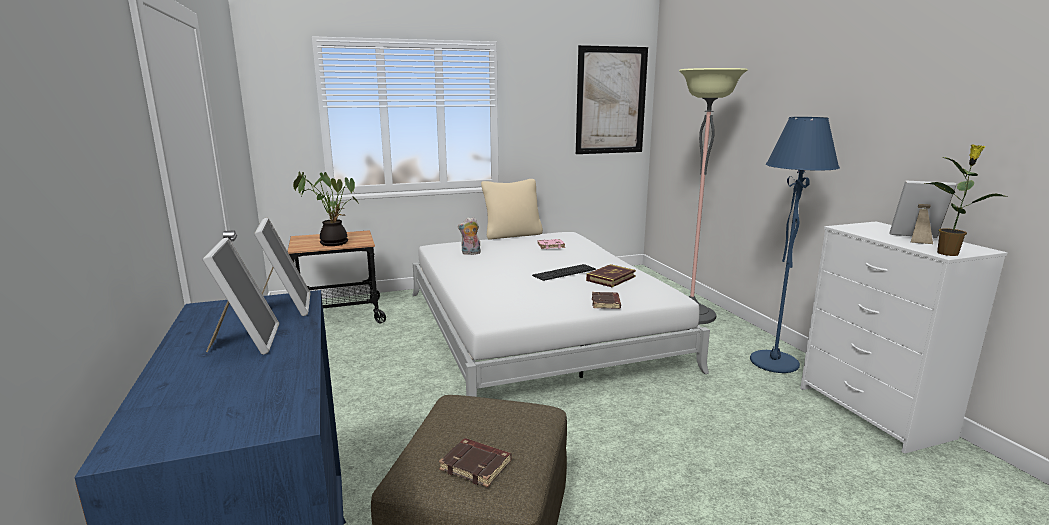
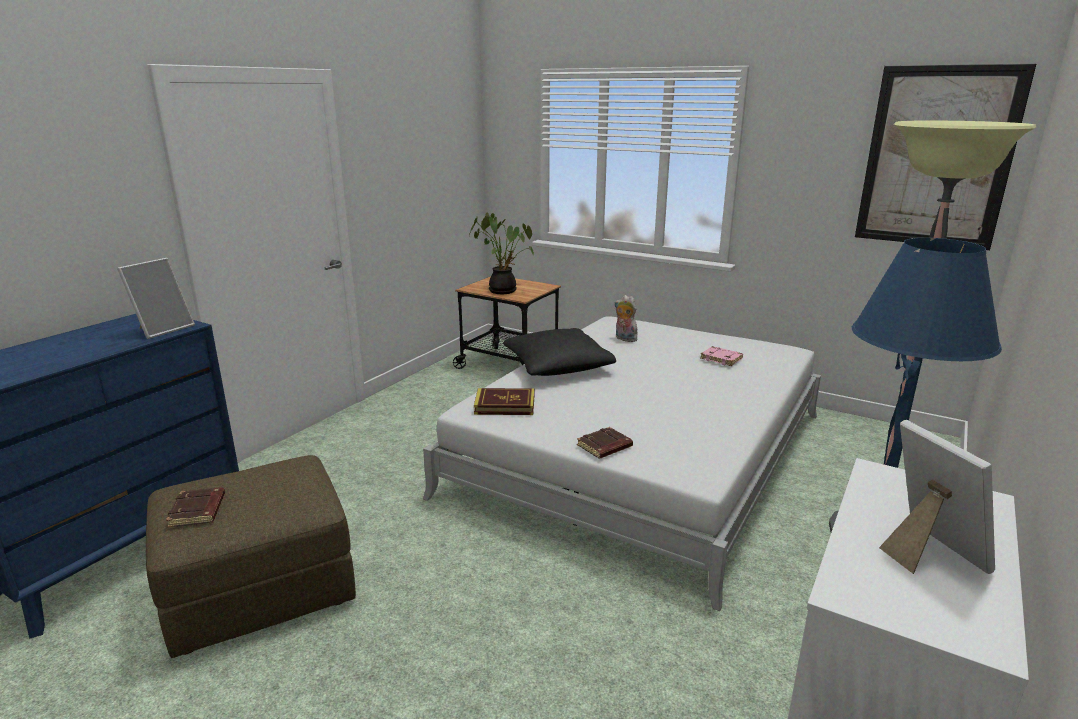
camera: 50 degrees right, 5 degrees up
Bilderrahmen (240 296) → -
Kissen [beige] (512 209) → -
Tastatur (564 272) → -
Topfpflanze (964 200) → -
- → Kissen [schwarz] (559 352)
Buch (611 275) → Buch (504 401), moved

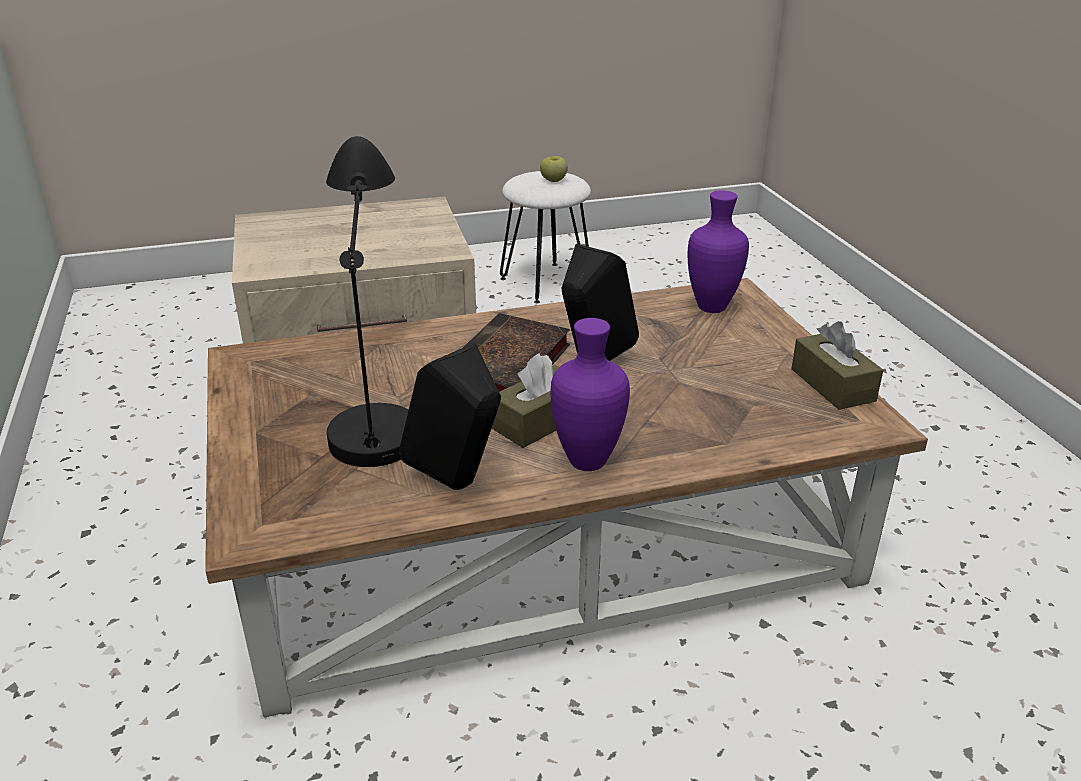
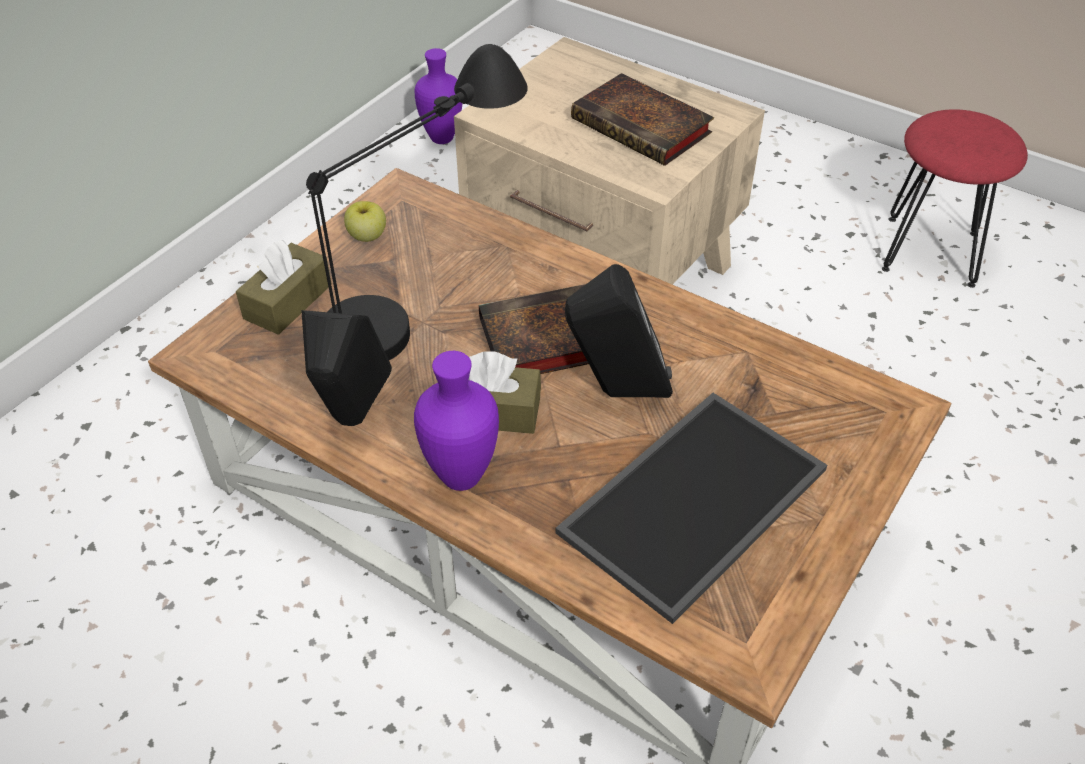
camera: 50 degrees right, 15 degrees up
- → Tablett (691 508)
- → Buch (642 119)
Apfel (554 169) → Apfel (365 221), moved
Vase [lila] (718 251) → Vase [lila] (438 96), moved
Taschentuchbox [braun] (837 365) → Taschentuchbox [braun] (284 287), moved
Hocker [weiß] (545 237) → Hocker [rot] (955 198)

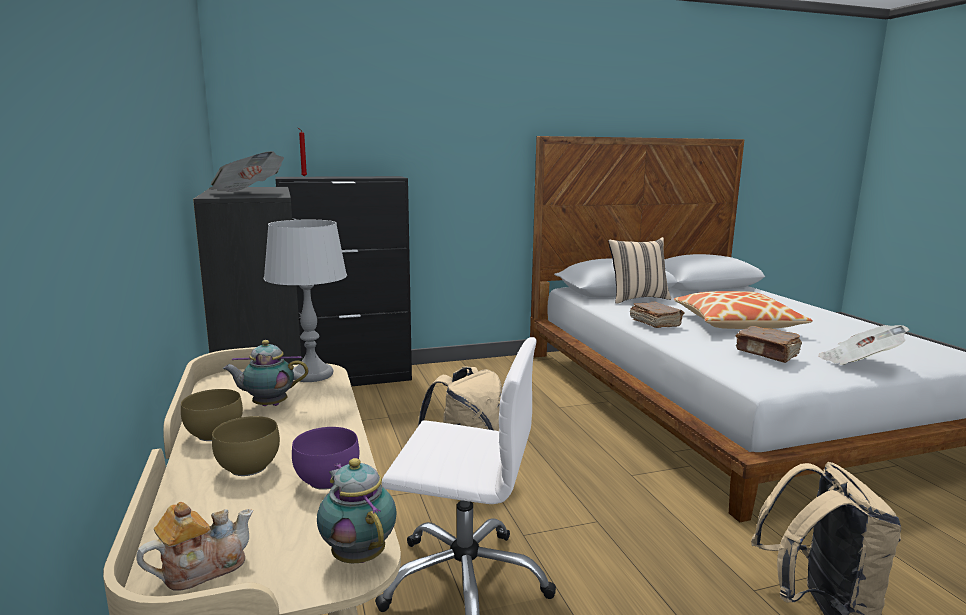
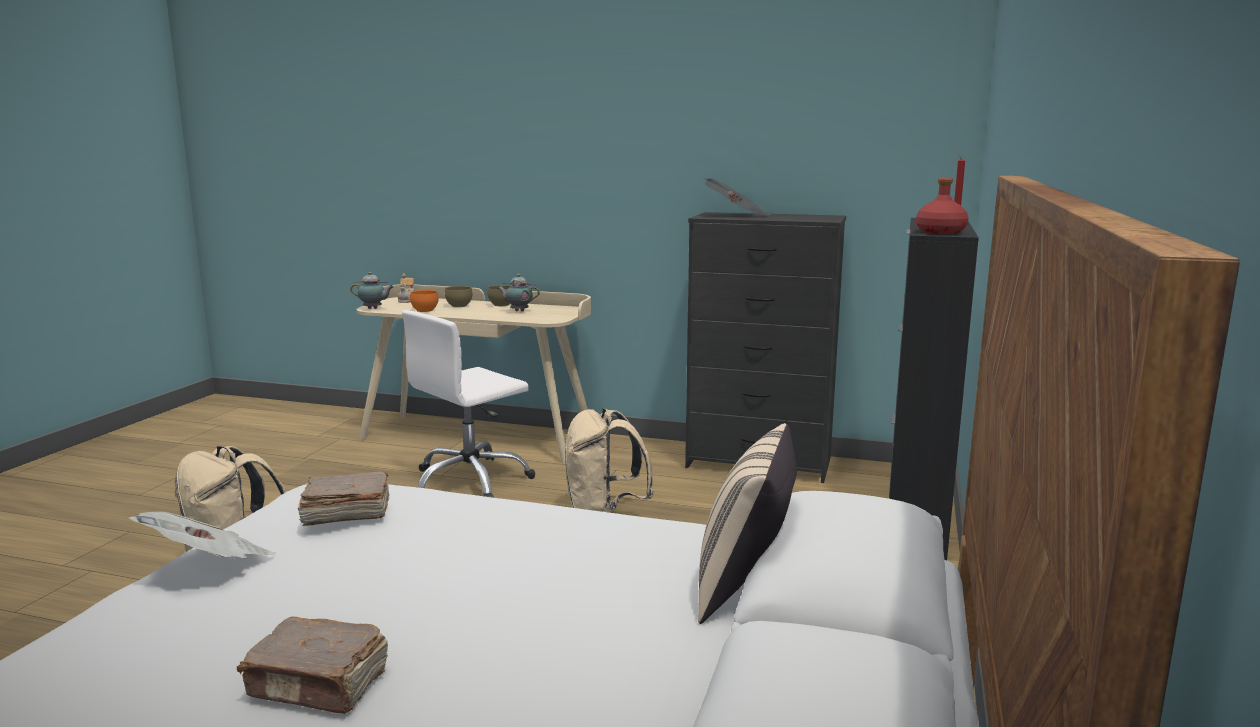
camera: 125 degrees right, 0 degrees up
Tischlampe [grau] (305 301) → -
Kissen (743 310) → -
- → Flasche [rot] (942 206)
Buch [braun] (657 314) → Buch [braun] (312 665), moved
Schüssel [lila] (325 458) → Schüssel [orange] (424 301)
Teekanne (265 373) → Teekanne (518 293), 105 degrees counterclockwise

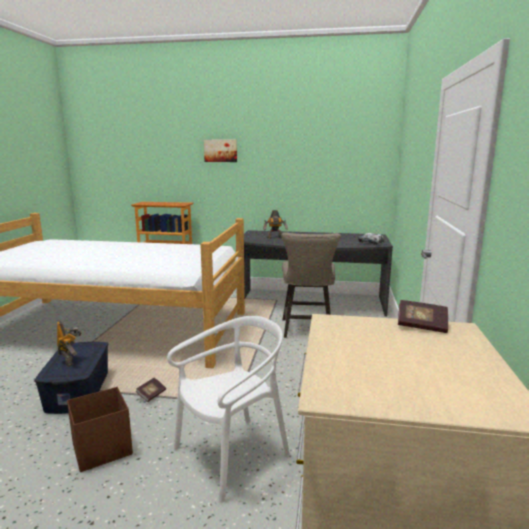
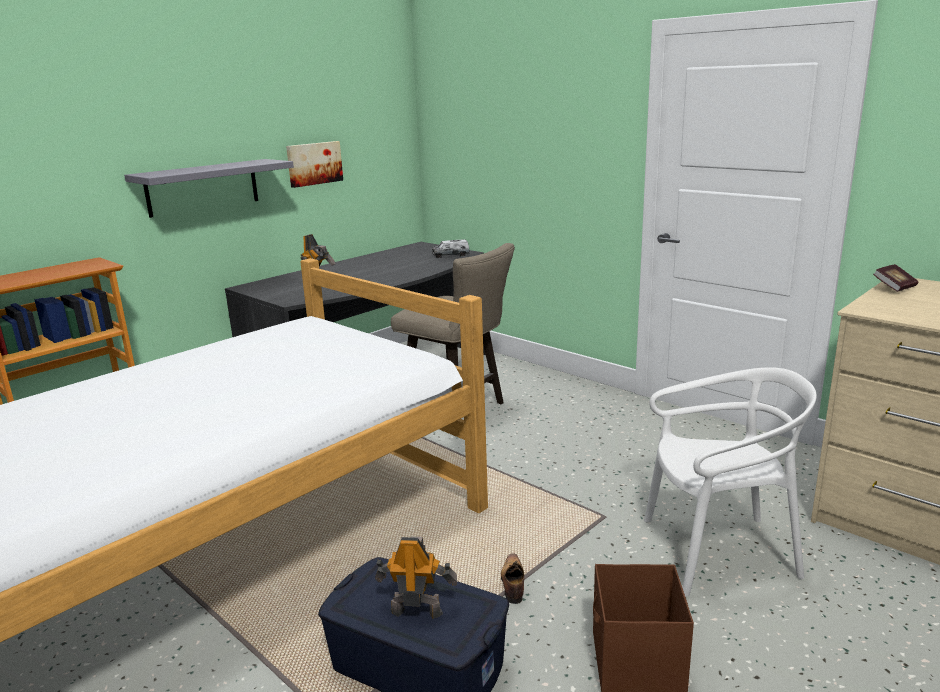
camera: 55 degrees left, 5 degrees up
- → Wandregal [grau] (209 188)
Bild (220 151) → Bild (314 164), moved
Buch (150 390) → Schuh (512 578)
Stuhl [weiß] (228 409) → Stuhl [weiß] (730 482), 90 degrees clockwise

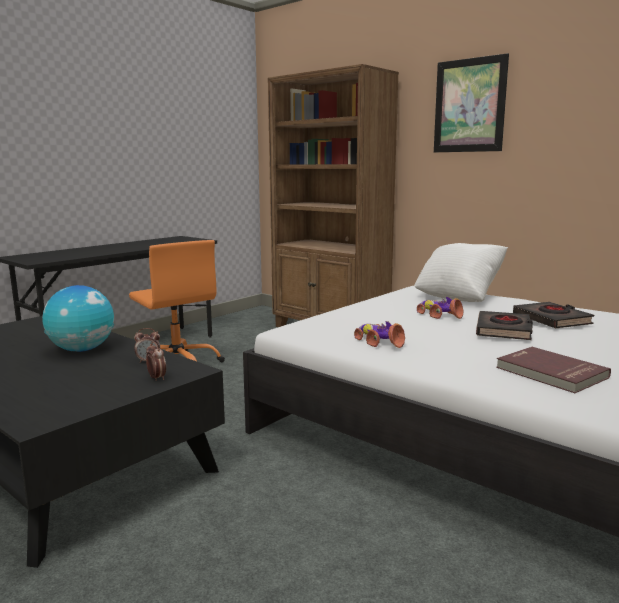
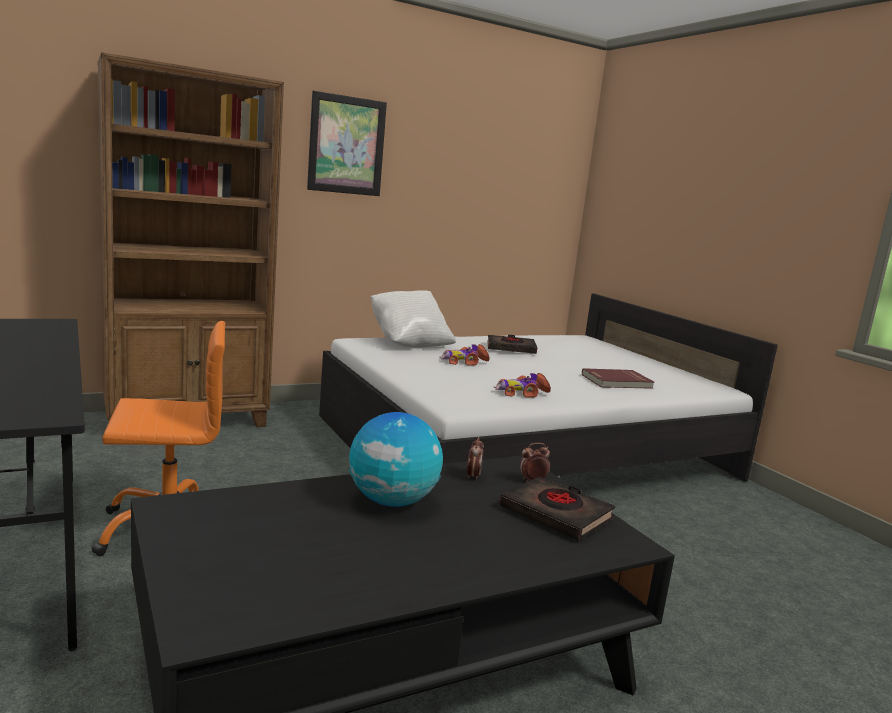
camera: 70 degrees left, 0 degrees up
Buch [schwarz] (504 325) → Buch [schwarz] (557 508), moved

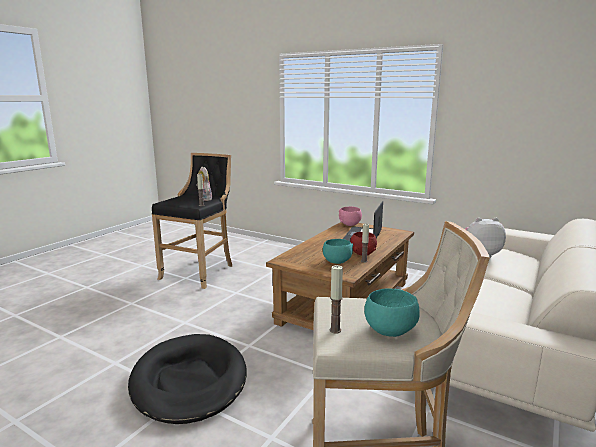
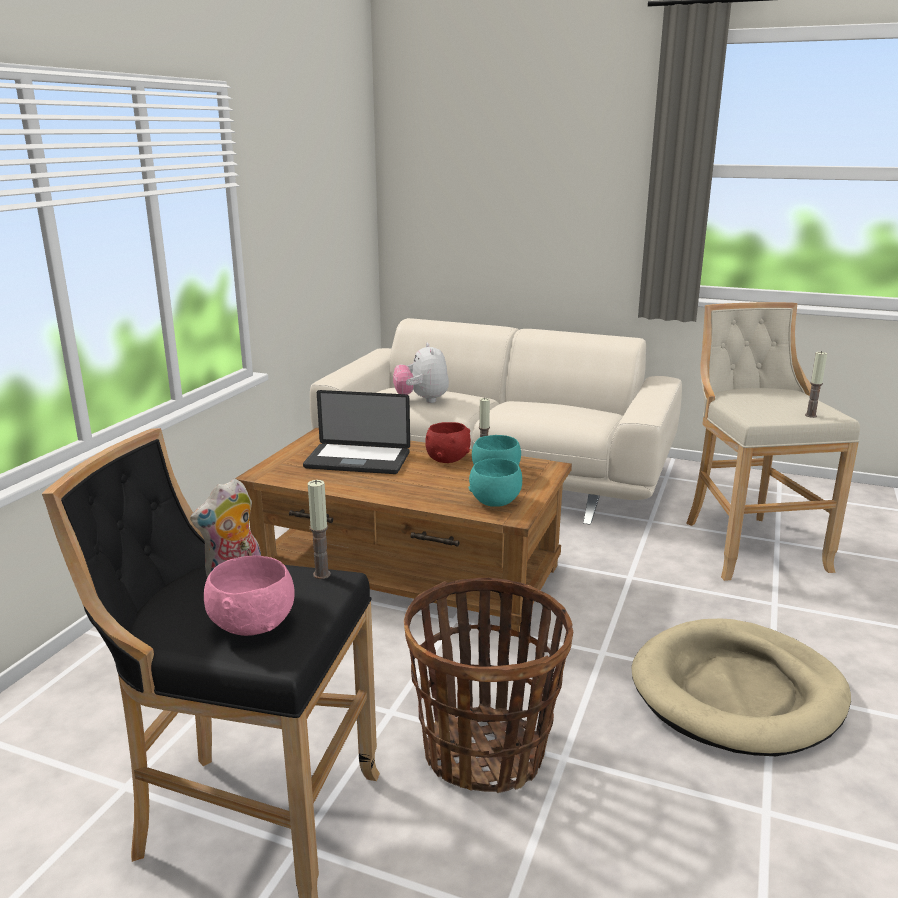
camera: 100 degrees left, 5 degrees up
- → Korb (488 685)
Schüssel [rosa] (350 216) → Schüssel [rosa] (249 596), moved
Schüssel [türkis] (392 312) → Schüssel [türkis] (495 482), moved
Hundebett [schwarz] (187 379) → Hundebett [beige] (741 687)

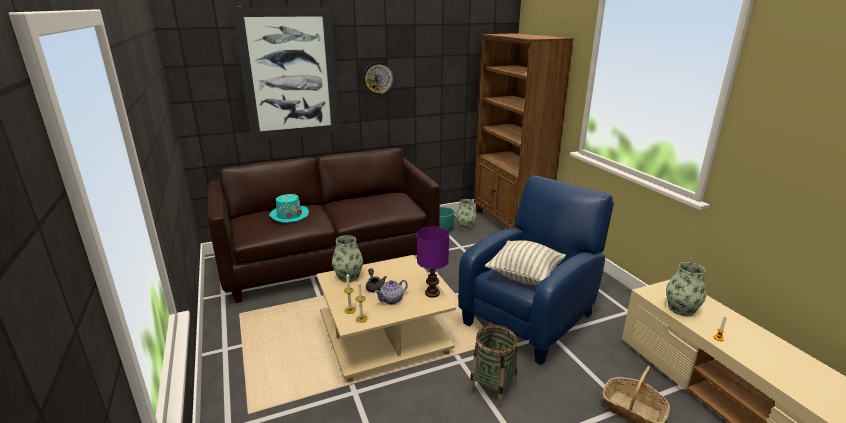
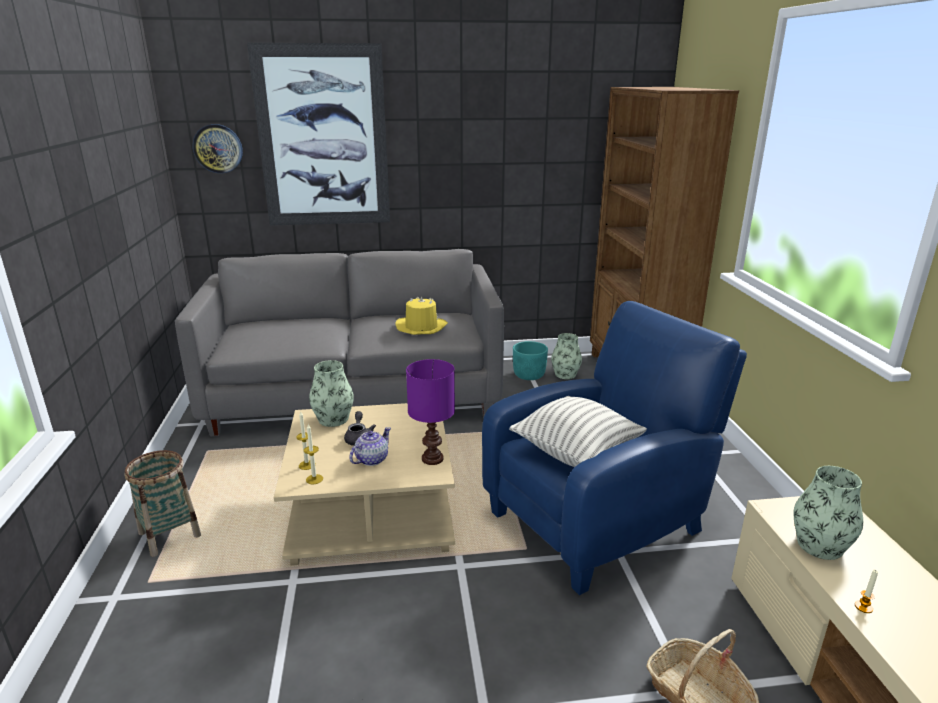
camera: 15 degrees right, 0 degrees up
Hut [türkis] (289 208) → -
- → Hut [gelb] (421 315)
Wanduhr (377 78) → Wanduhr (218 148), moved
Korb (493 366) → Korb (162 503), moved
Sofa [braun] (324 225) → Sofa [grau] (339 343)
Teekanne (391 292) → Teekanne (370 446), 150 degrees clockwise

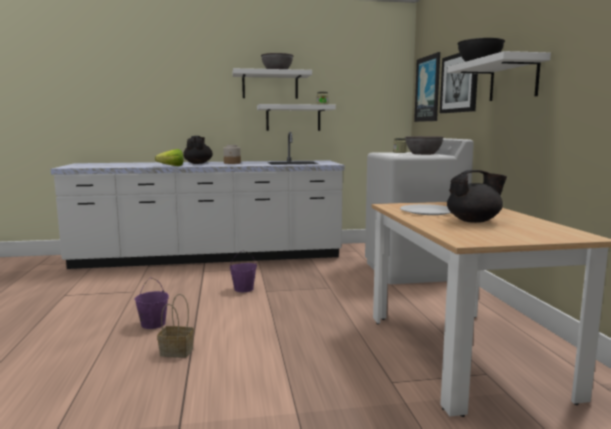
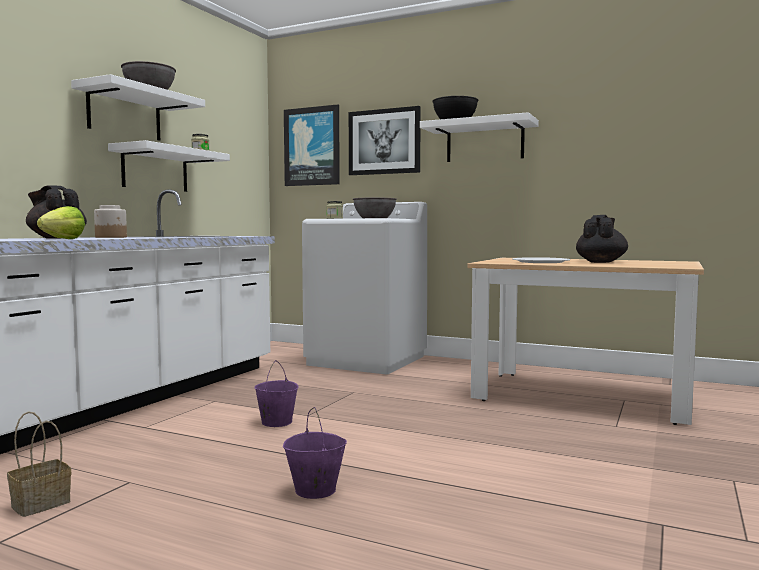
camera: 55 degrees left, 5 degrees down
Korb (175 326) → Korb (39 464), moved

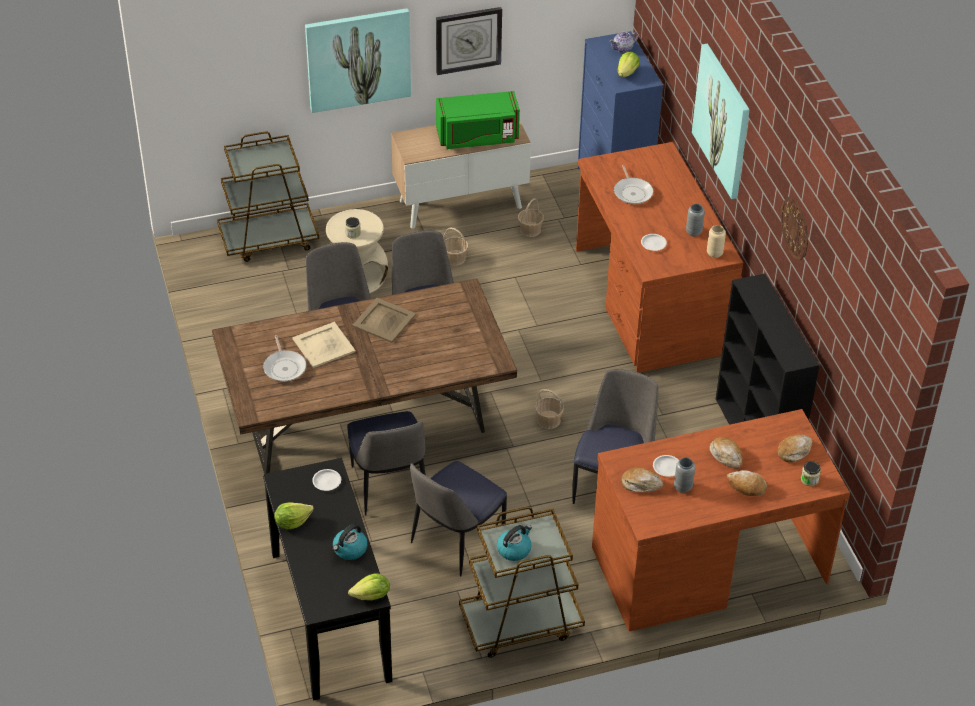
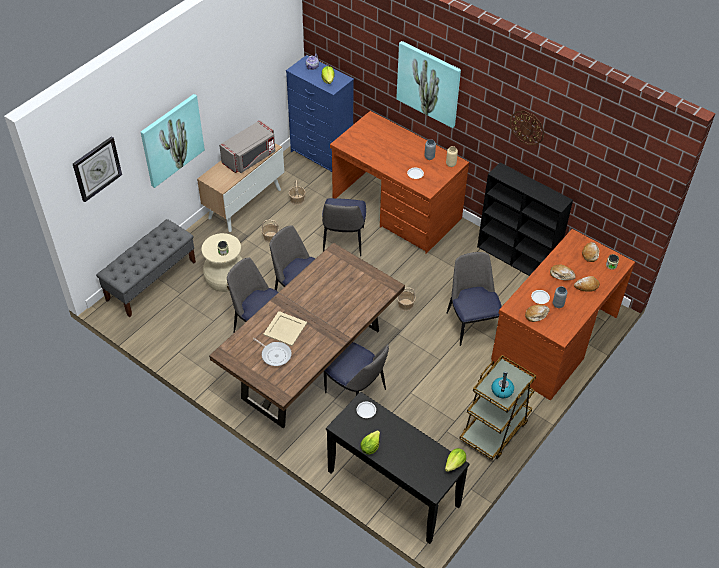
camera: 35 degrees left, 5 degrees up
Wasserkessel (350 542) → -
Tablett [beige] (384 320) → -
Pfanne (633 184) → -
Stuhl (458 519) → Stuhl (344 227), moved
Wanduhr (469 41) → Wanduhr (97 169), moved
Rollwagen [braun] (268 196) → Bank [grau] (146 268)
Mikrowelle [grün] (478 120) → Mikrowelle [grau] (247 146)

